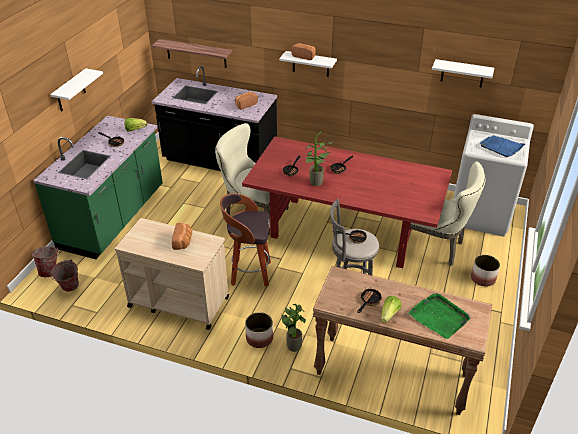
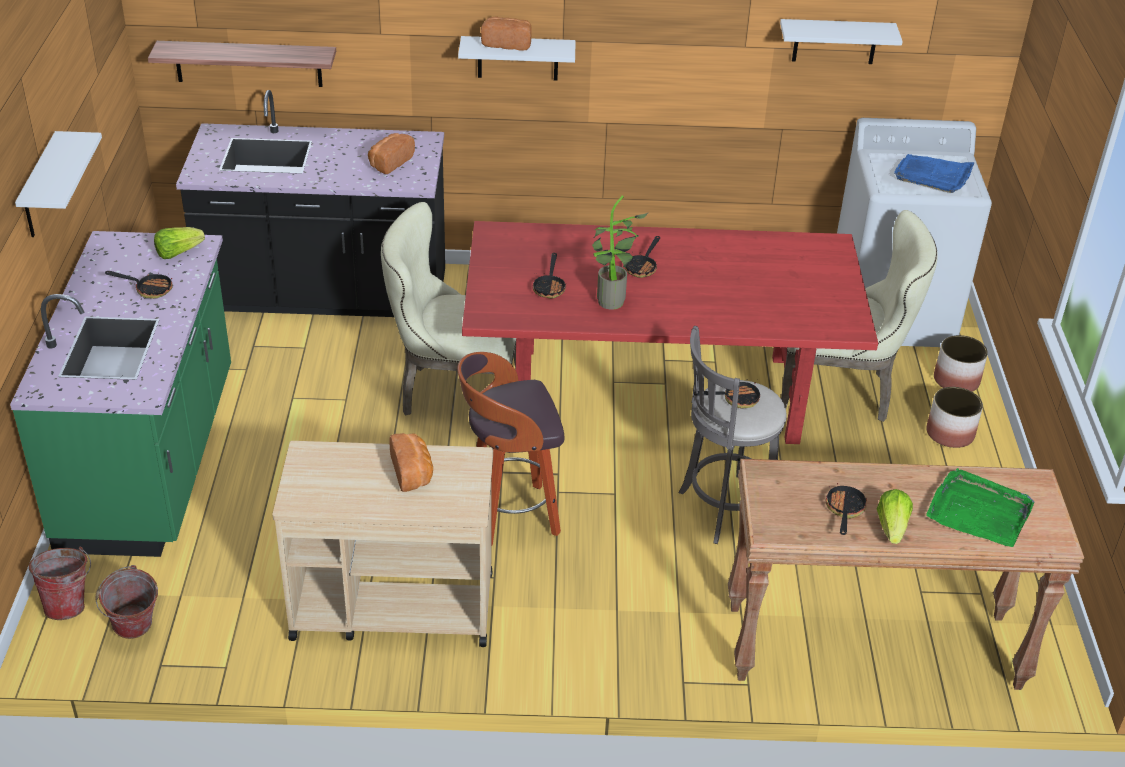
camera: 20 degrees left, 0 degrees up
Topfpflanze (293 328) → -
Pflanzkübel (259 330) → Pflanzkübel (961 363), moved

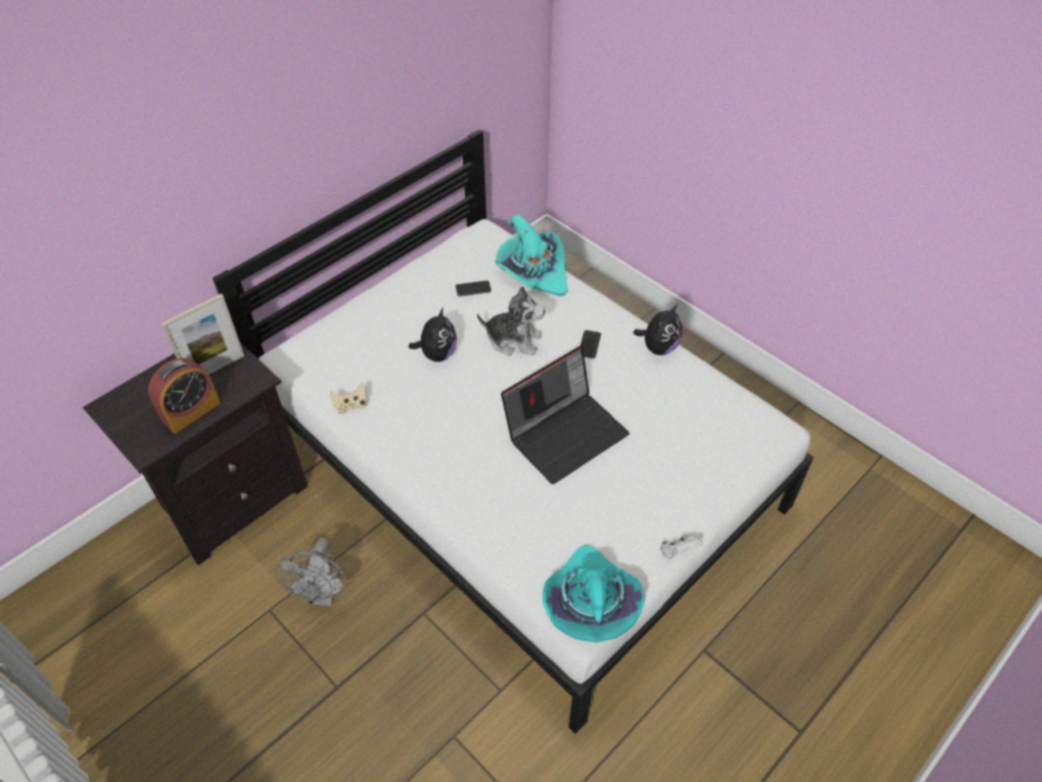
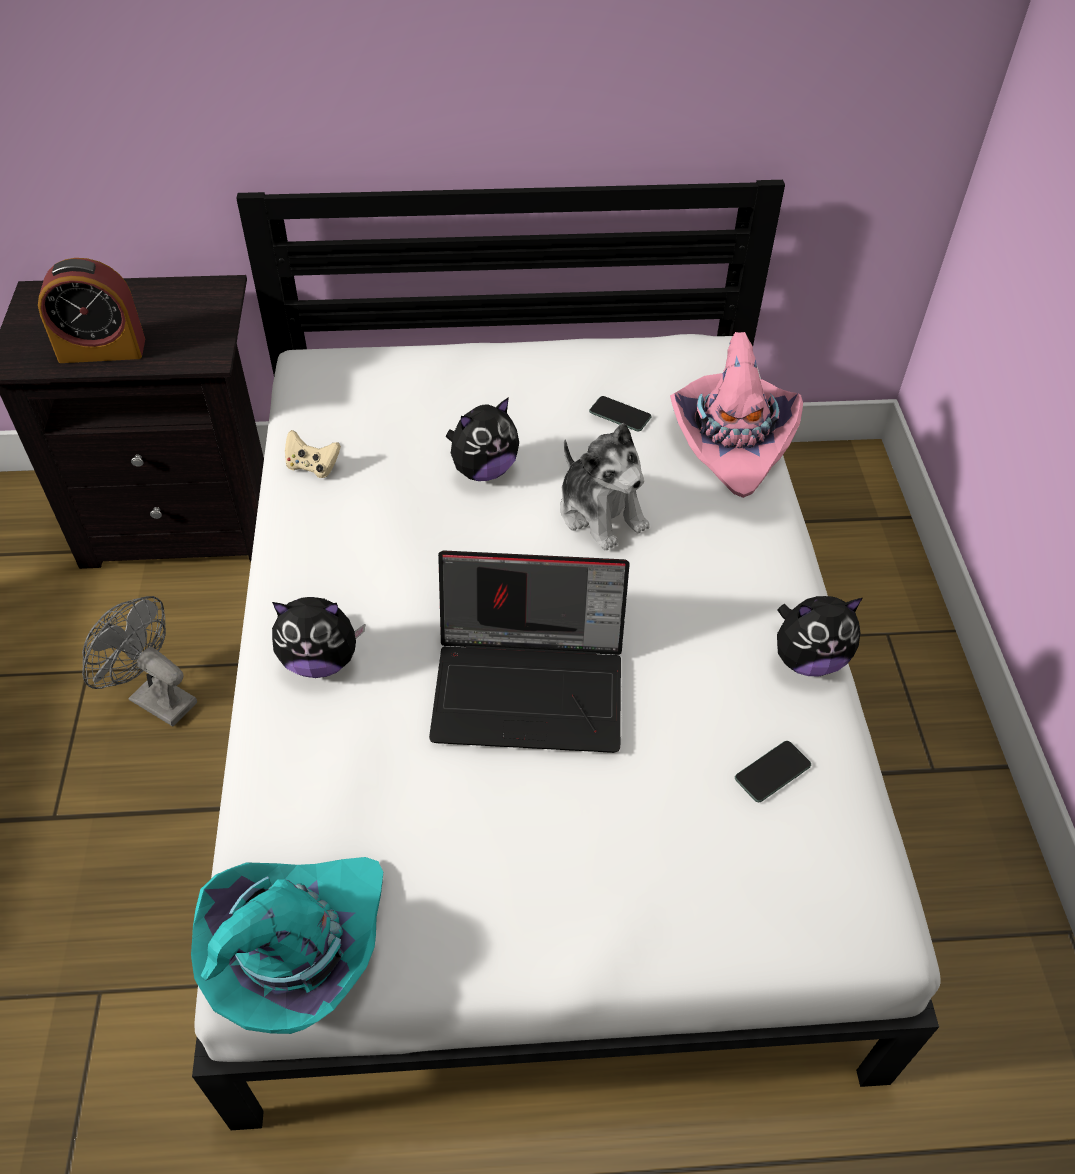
camera: 40 degrees right, 0 degrees up
Bilderrahmen (202 334) → -
Gamepad [weiß] (681 547) → -
- → Plüschtier (319 637)
Handy (590 344) → Handy (773 771), moved
Hut [türkis] (531 255) → Hut [rosa] (736 415)
Ventilator [grau] (311 572) → Ventilator [grau] (139 661), 75 degrees clockwise

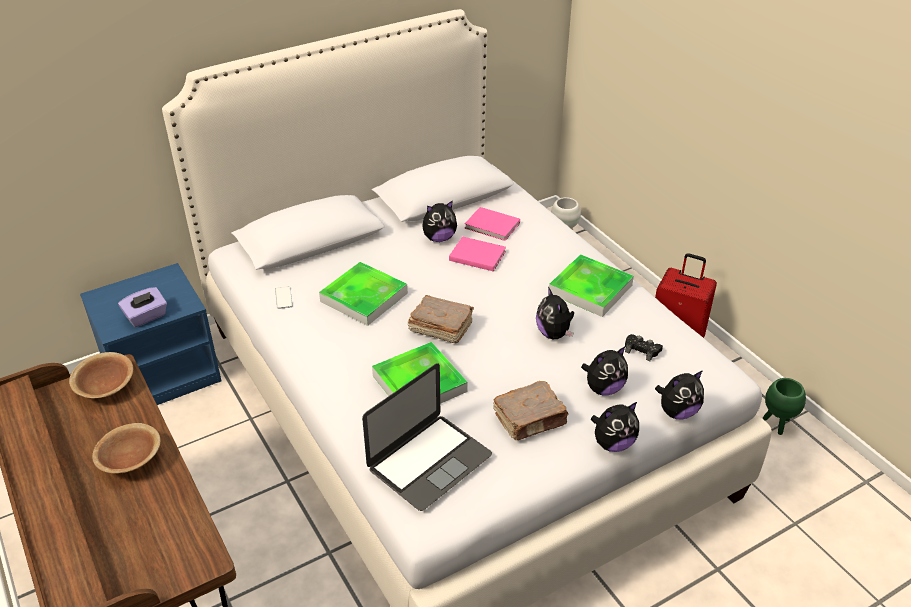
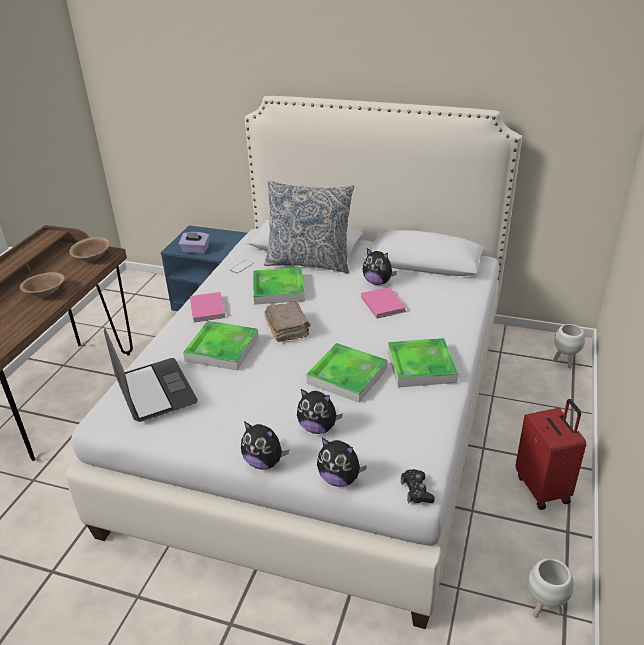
camera: 50 degrees right, 5 degrees down
Buch [braun] (531 410) → -
- → Kissen (309 227)
Buch [rosa] (492 224) → Buch [rosa] (208 307), moved
Gamepad [schwarz] (644 347) → Gamepad [schwarz] (418 486), moved
Plüschtier (555 313) → Tablett (346 373)
Pflanzkübel [grün] (784 406) → Pflanzkübel [weiß] (551 588)
Laptop (427 437) → Laptop (151 375), 120 degrees counterclockwise

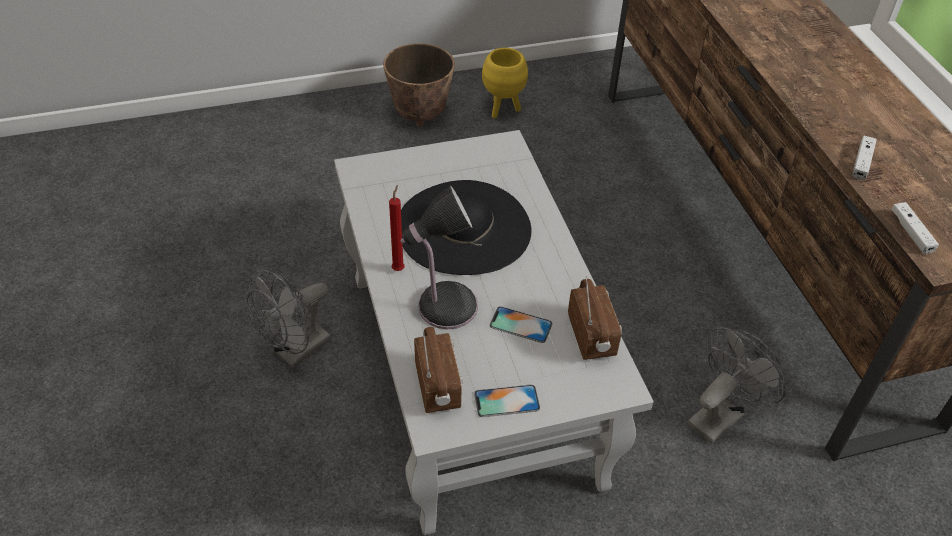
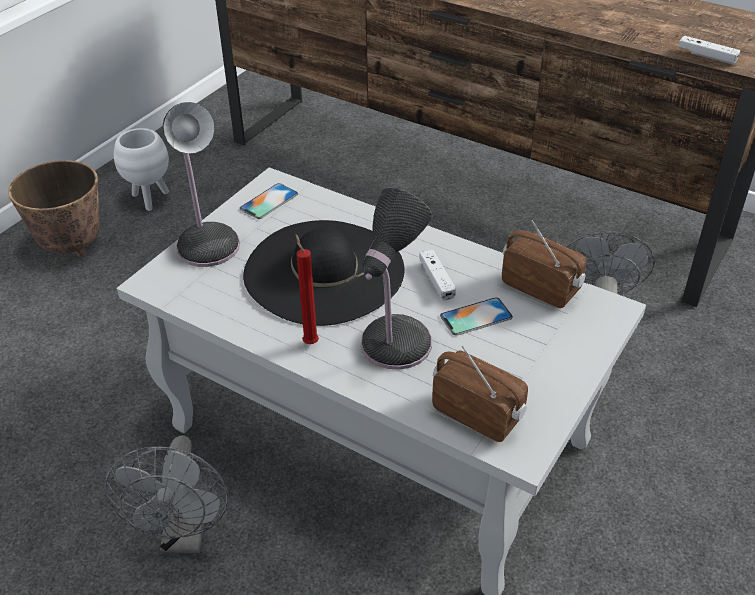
camera: 40 degrees left, 5 degrees down
- → Tischlampe (201 184)
Handy (507 401) → Handy (268 201), moved
Gamepad [weiß] (864 157) → Gamepad [weiß] (437 275), moved
Pflanzkübel [gelb] (505 83) → Pflanzkübel [weiß] (141 169)

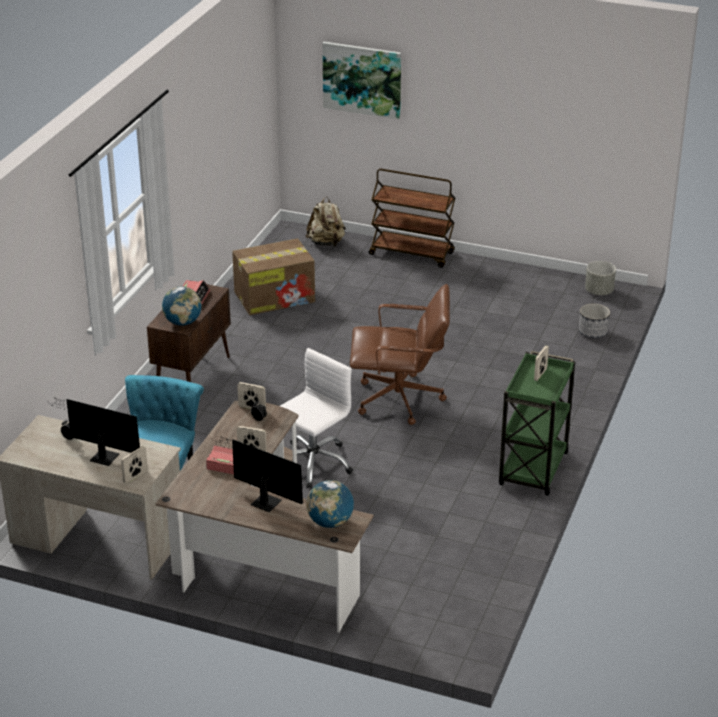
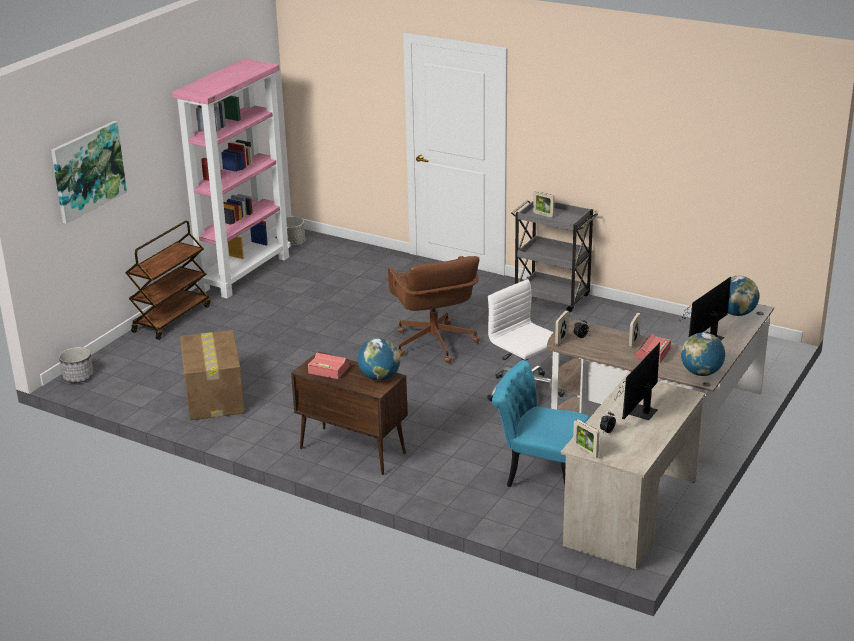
camera: 80 degrees left, 5 degrees down
Rucksack [beige] (325 221) → -
- → Bücherregal [rosa] (231 179)
- → Globus (703 354)
Bilderrahmen (134 465) → Bilderrahmen (586 438), moved
Pflanzkübel (594 321) → Pflanzkübel (76 365), moved
Rollwagen [grün] (537 423) → Rollwagen [grau] (554 256)
Bürostuhl [braun] (400 354) → Bürostuhl [braun] (433 309), 150 degrees clockwise

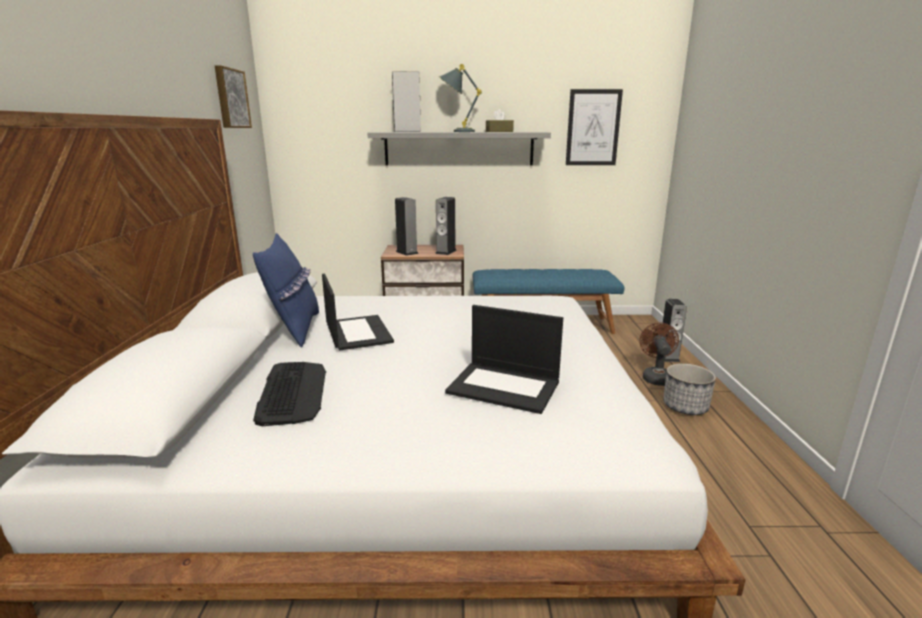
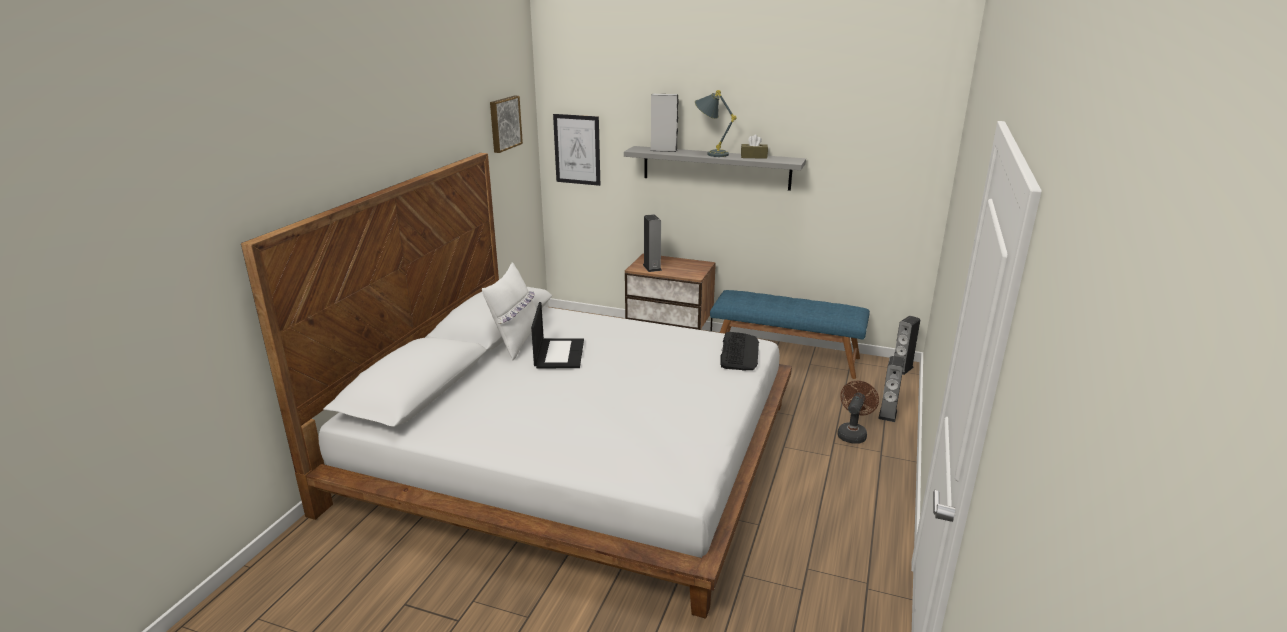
camera: 20 degrees right, 5 degrees up
Laptop (504 359) → -
Pflanzkübel (689 389) → -
Tastatur (289 394) → Tastatur (739 351), moved
Lautsprecher (446 226) → Lautsprecher (907 345), moved
Bild (594 127) → Bild (576 150), moved
Kissen [blau] (286 290) → Kissen [weiß] (509 311)

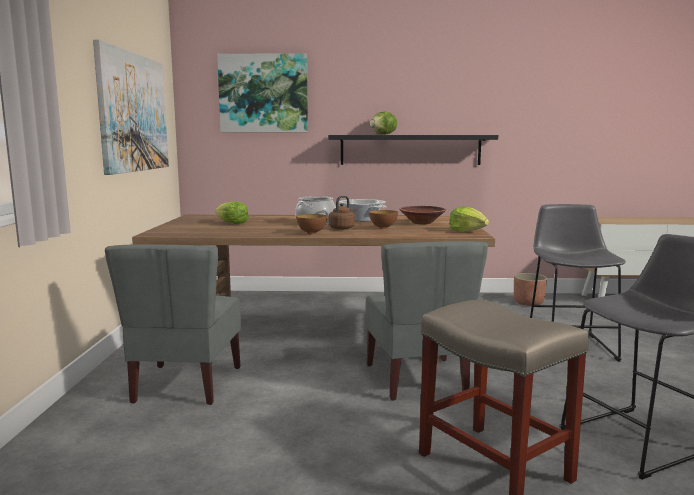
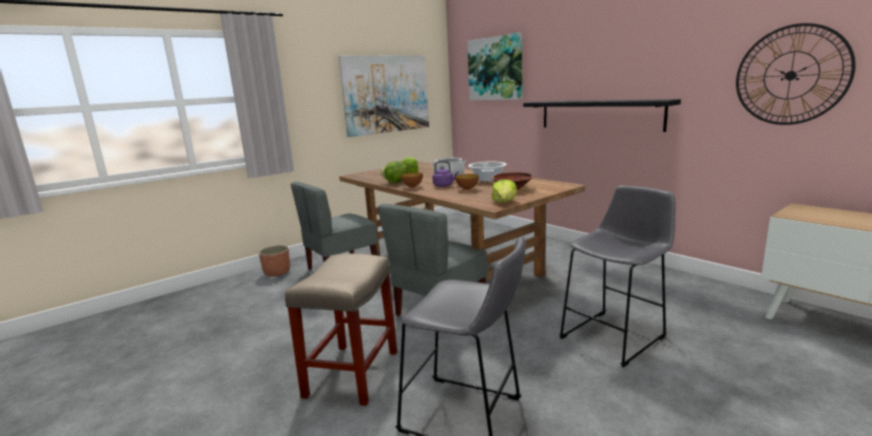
camera: 50 degrees right, 5 degrees up
- → Wanduhr (796 74)
Salatkopf (383 123) → Salatkopf (394 172), moved
Pflanzkübel (530 289) → Pflanzkübel (274 261), moved
Wasserkessel [braun] (342 213) → Wasserkessel [lila] (446 174)

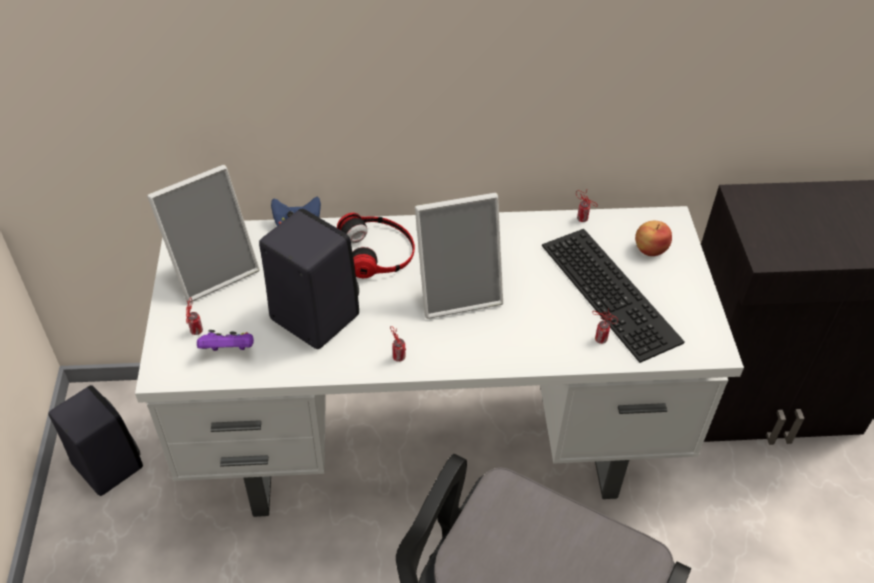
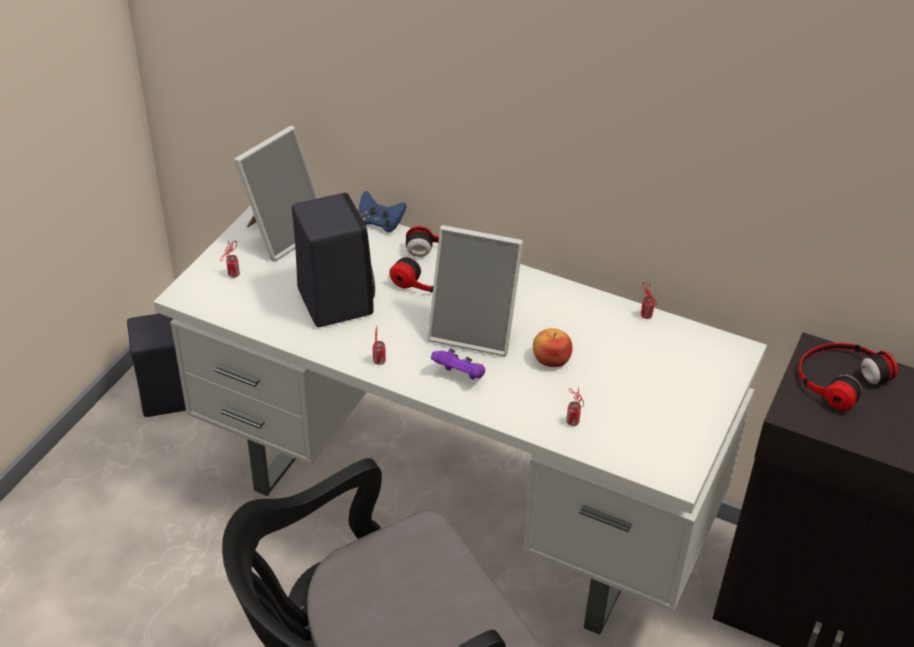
camera: 30 degrees right, 5 degrees down
Tastatur (613 296) → -
- → Kopfhörer (848 377)
Gamepad [lila] (225 340) → Gamepad [lila] (458 364), moved
Apfel (653 238) → Apfel (552 347), moved
Bilderrahmen (203 234) → Bilderrahmen (276 194), 45 degrees counterclockwise

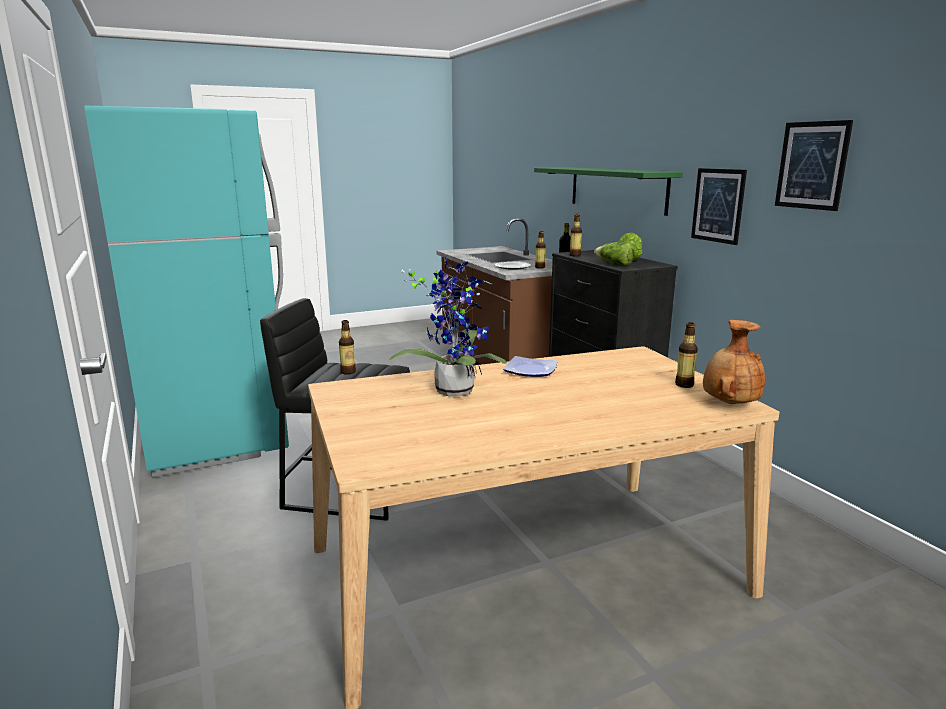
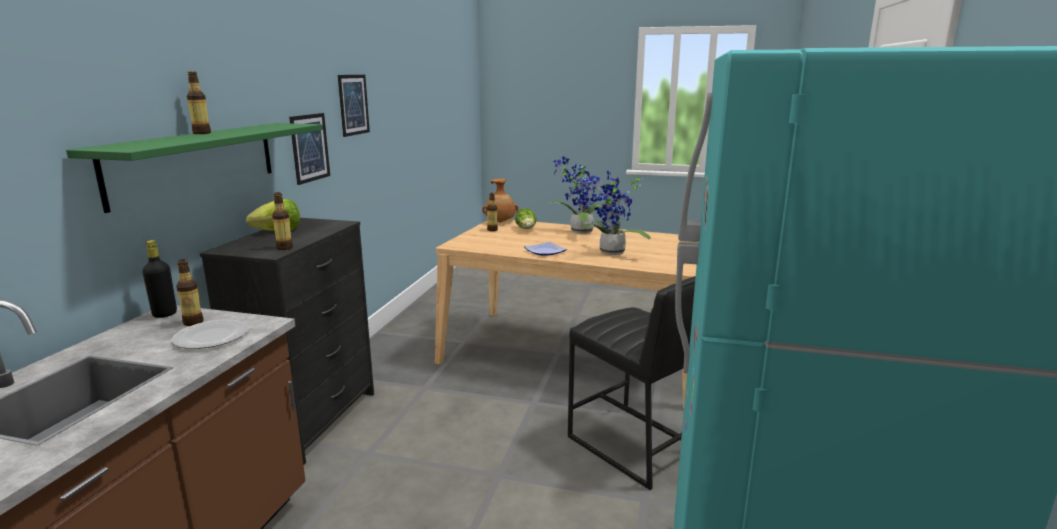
camera: 140 degrees left, 0 degrees up
- → Topfpflanze (576 195)
Flasche (347 347) → Flasche (199 102), moved
Salatkopf (614 254) → Salatkopf (526 218), moved

